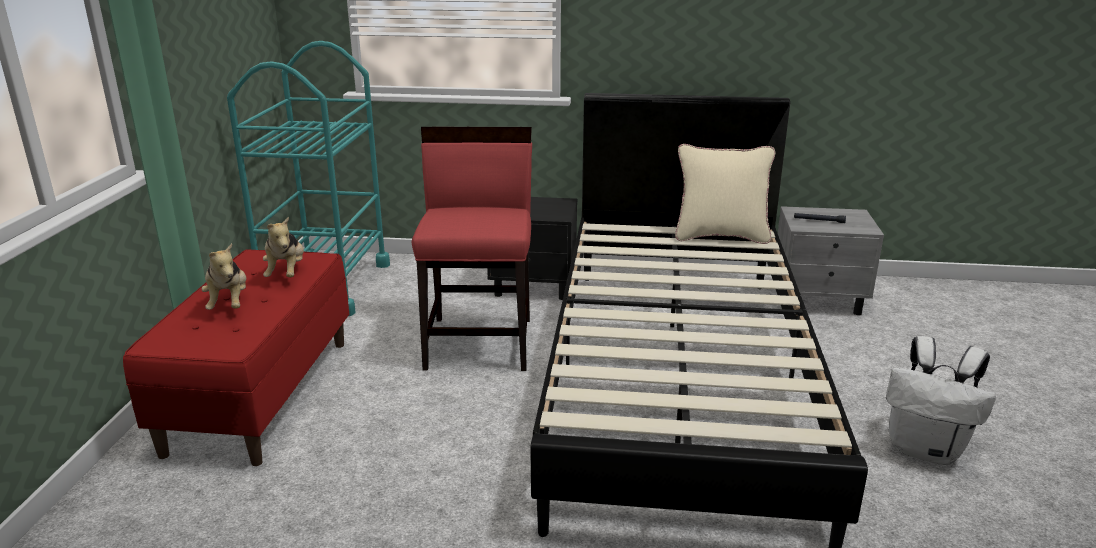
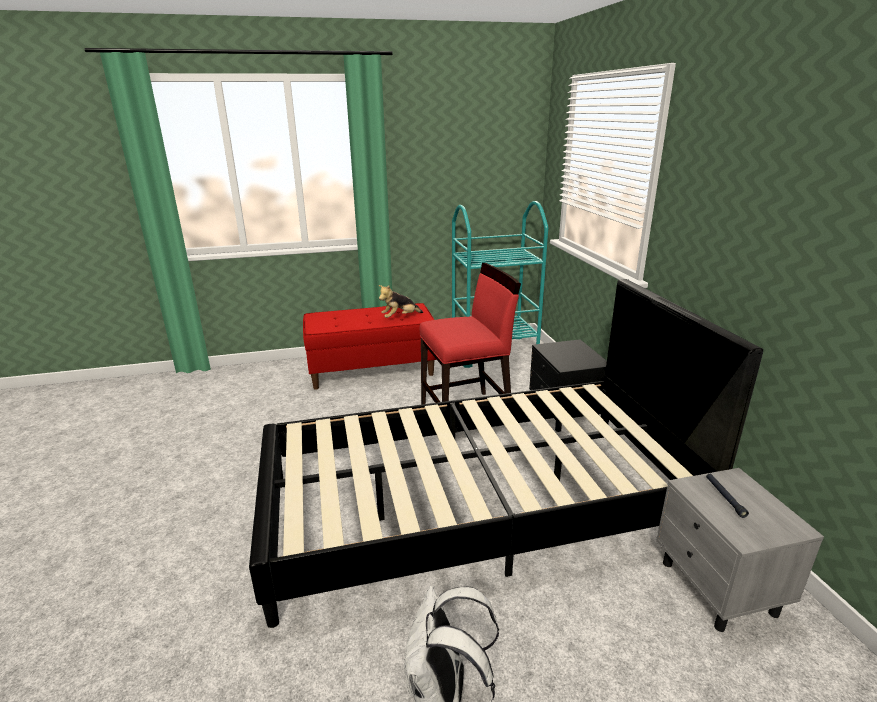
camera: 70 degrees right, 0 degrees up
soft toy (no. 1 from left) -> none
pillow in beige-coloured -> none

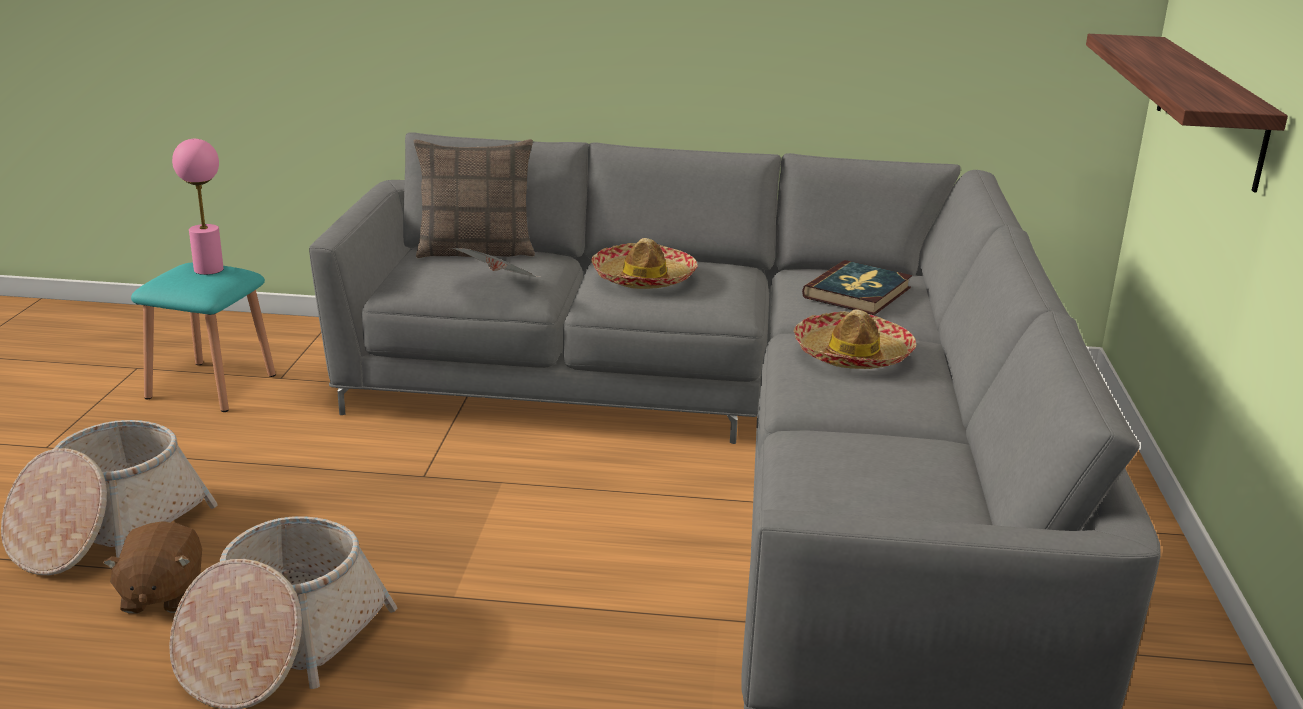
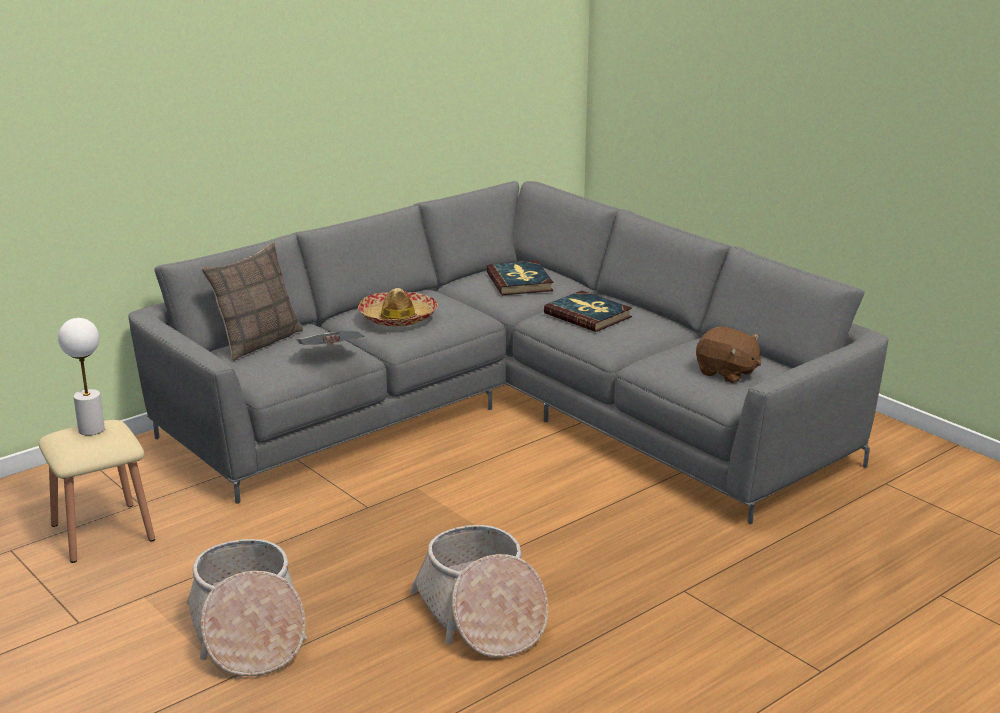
camera: 45 degrees left, 0 degrees up
soft toy in brown, shifted
stool seat in turquoise-coloured -> stool seat in beige-coloured
lamp for a table in pinkish -> lamp for a table in white
hat (no. 2 from left) -> book (no. 2 from left)
wall shelf -> none

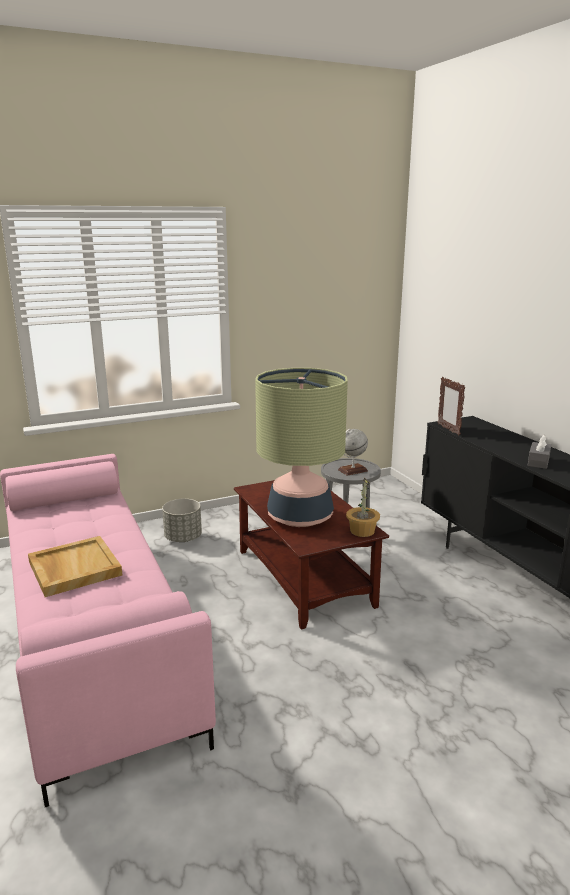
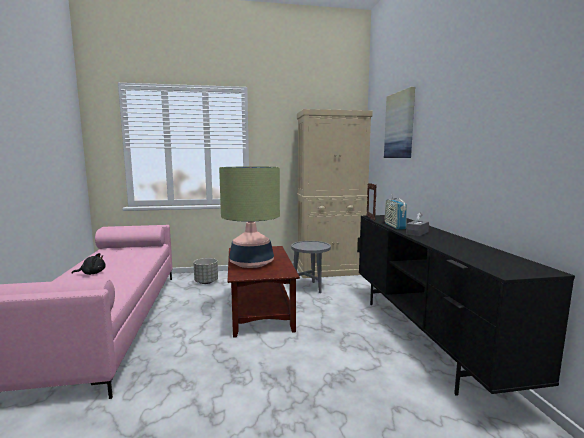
camera: 15 degrees right, 10 degrees down
tray in beige-coloured -> soft toy in black
desk globe -> none
houseplant -> none
none -> cupboard in beige-coloured
none -> wall art
none -> radio receiver

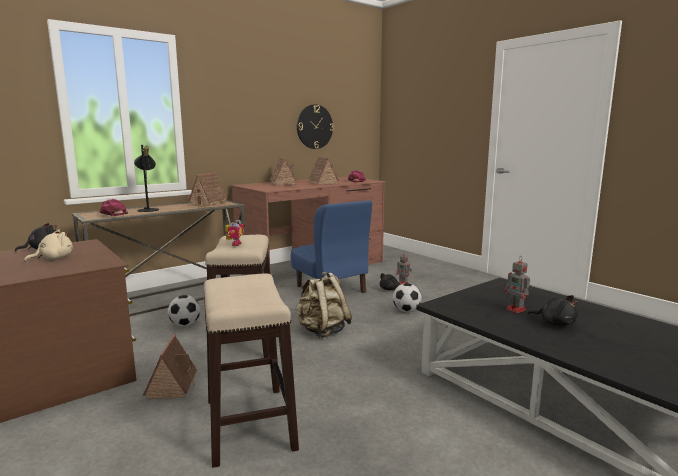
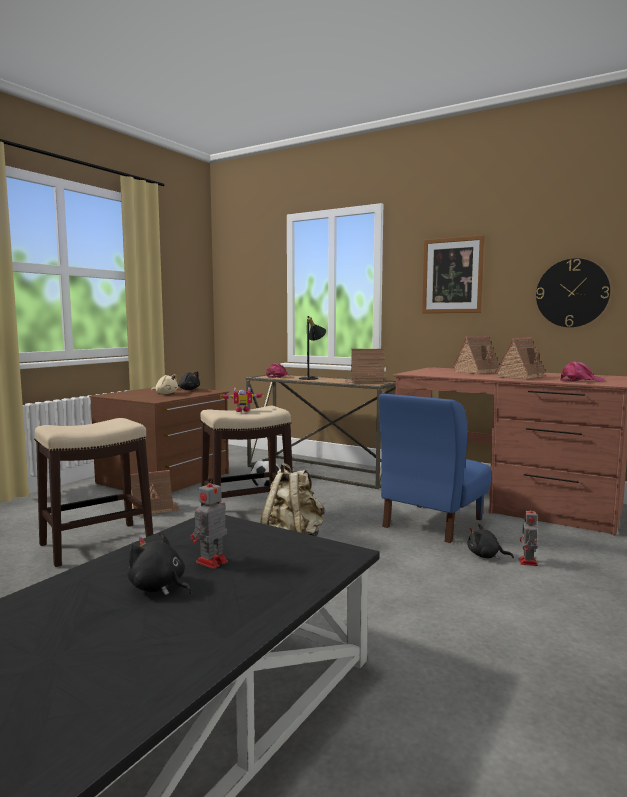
camera: 70 degrees right, 5 degrees down
football (no. 2 from left) -> none
soft toy in black (no. 3 from left in the first image) -> soft toy in black (no. 1 from left), 105 degrees clockwise
none -> wall art

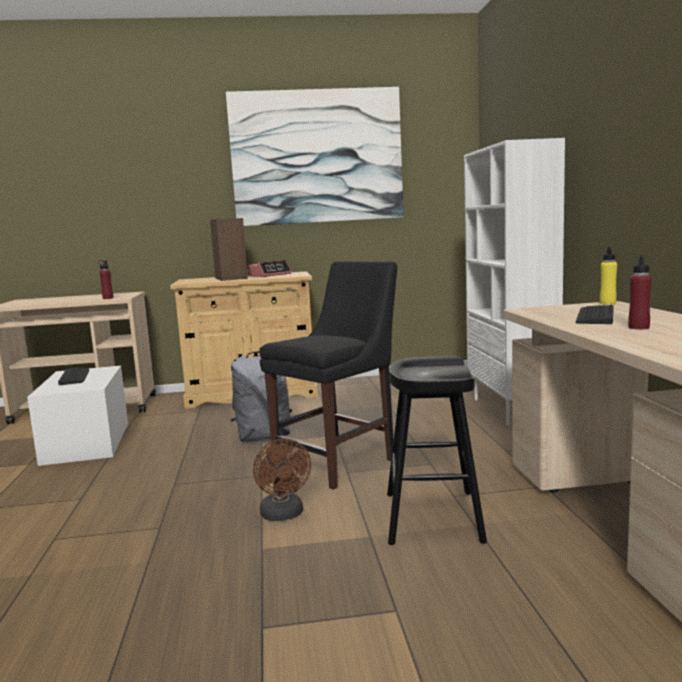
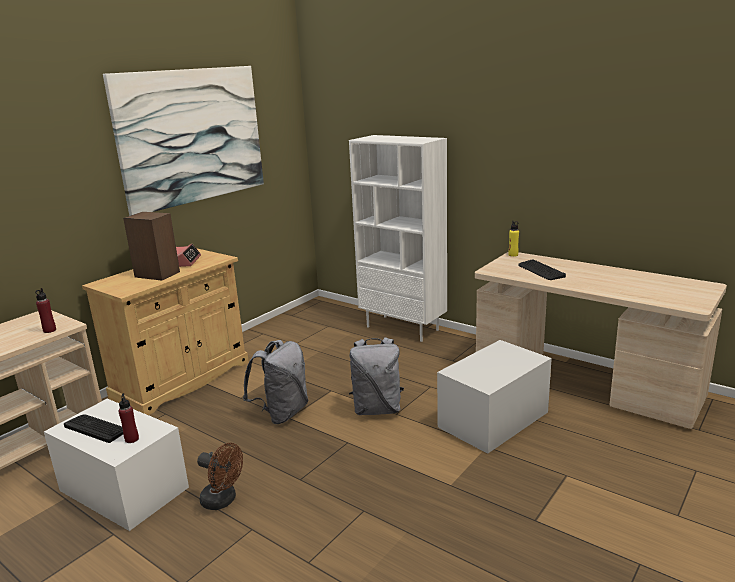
camera: 45 degrees left, 10 degrees up
electric fan in brown, shifted
plain chair in black -> backpack in greyish (no. 2 from left)
stool seat in black -> storage box in white (no. 2 from left)
bottle in red-coloured (no. 2 from left), shifted

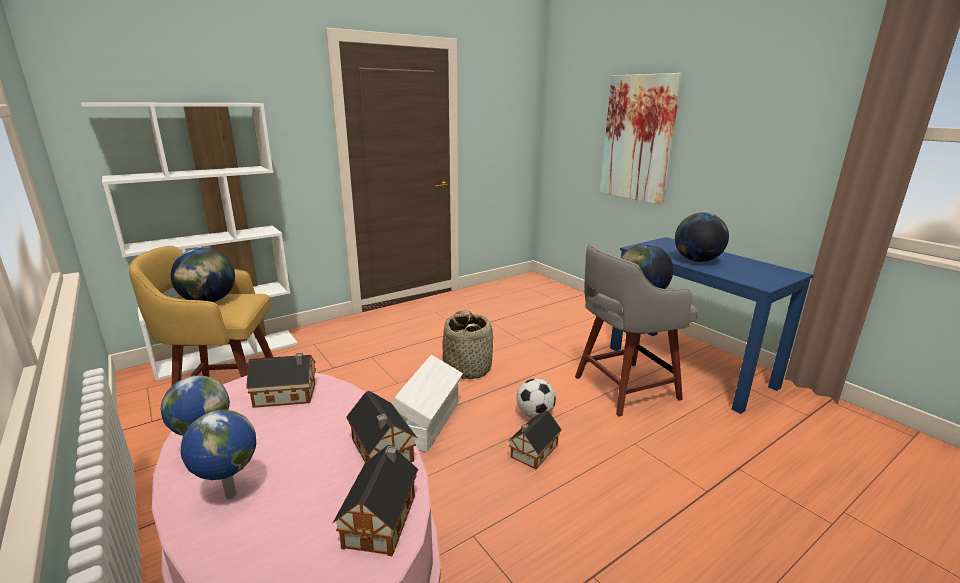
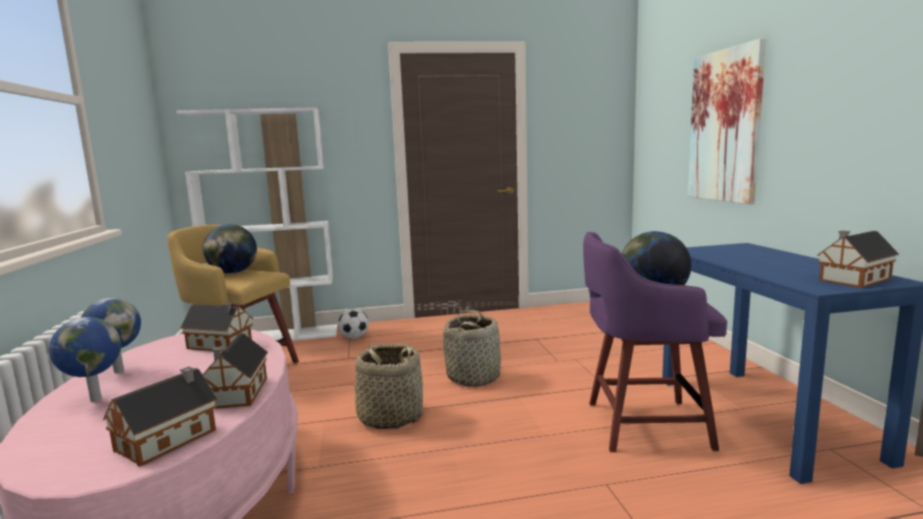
camera: 25 degrees right, 10 degrees down
storage box in white -> household basket (no. 1 from left)
miniature house (no. 4 from left), shifted
football, shifted
stool seat in greyish -> stool seat in purplish
desk globe (no. 5 from left) -> none

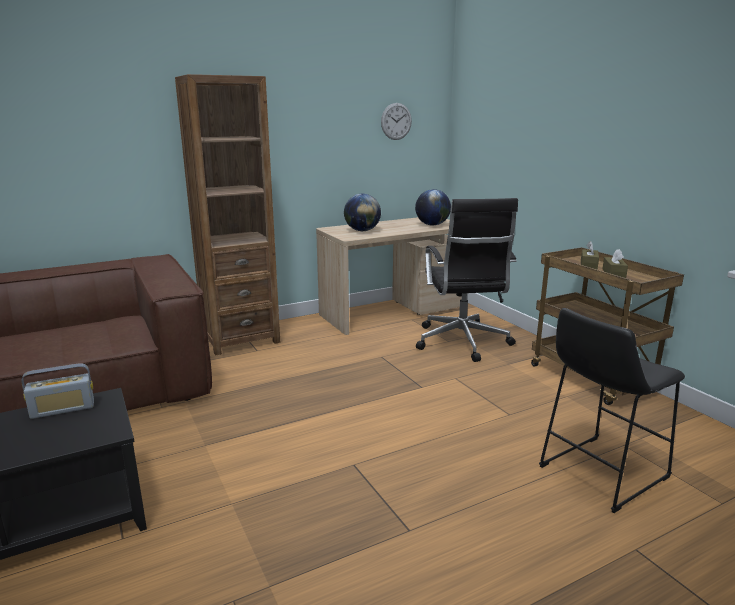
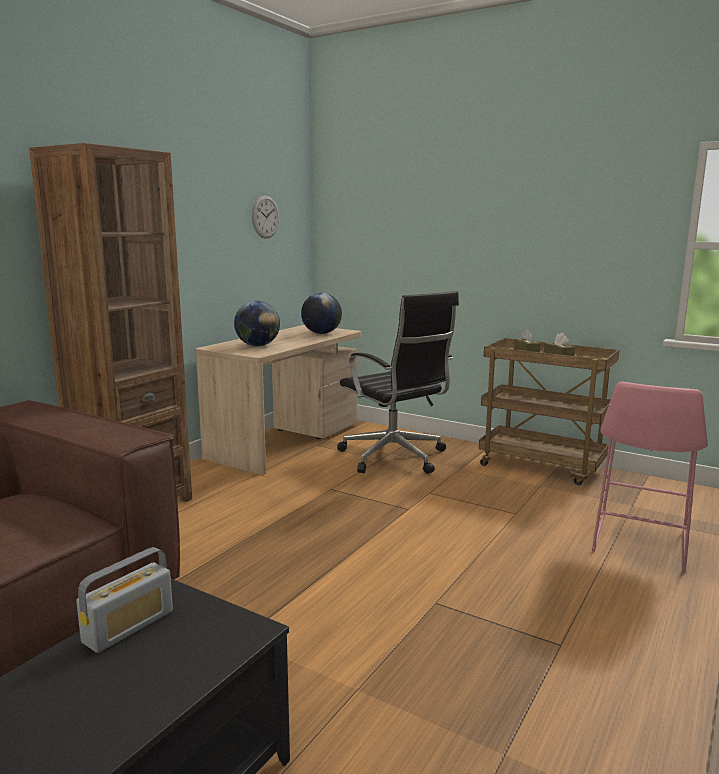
camera: 30 degrees left, 5 degrees down
stool seat in black -> stool seat in pinkish

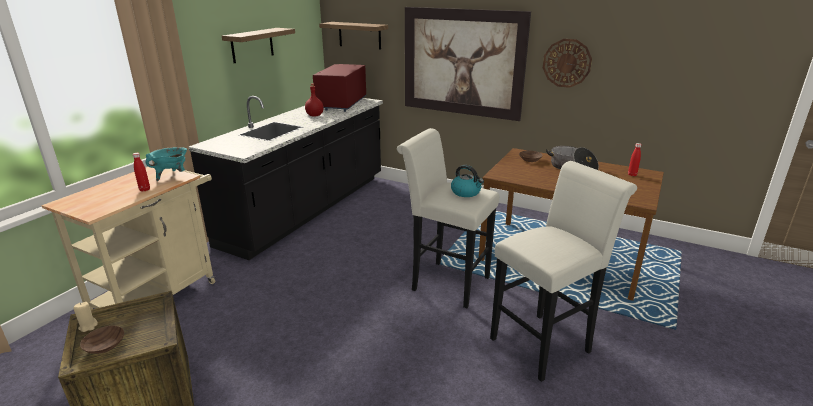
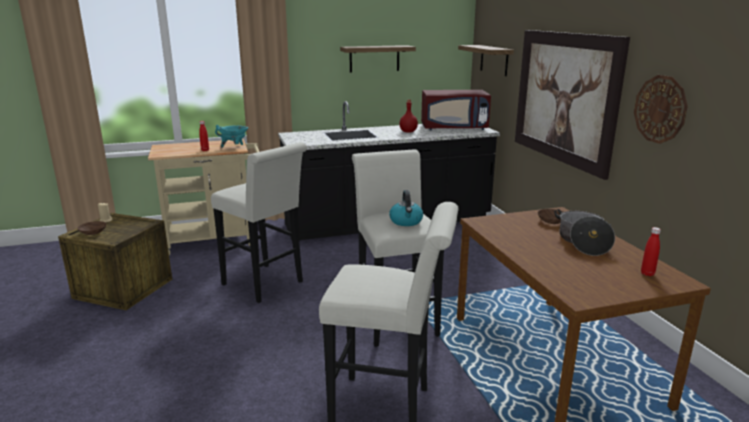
camera: 45 degrees right, 5 degrees down
microwave oven in red-coloured, 150 degrees counterclockwise
none -> stool seat in white (no. 1 from left)

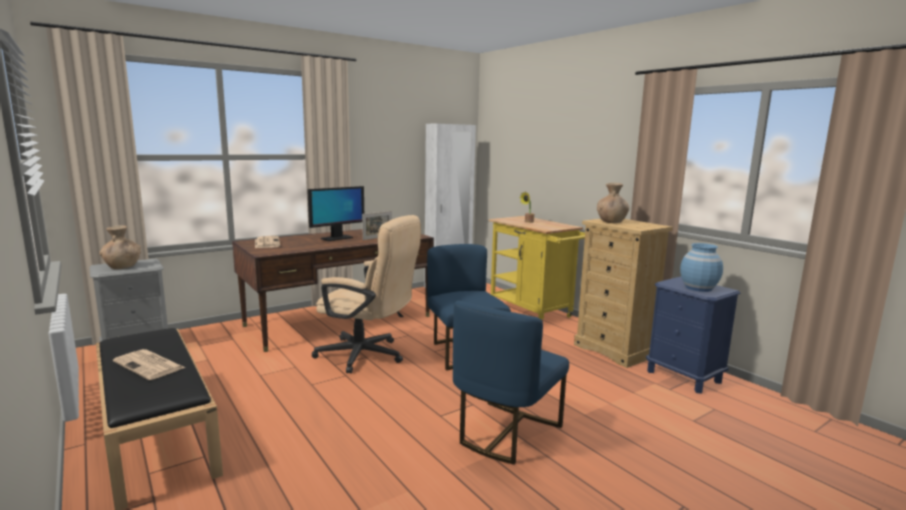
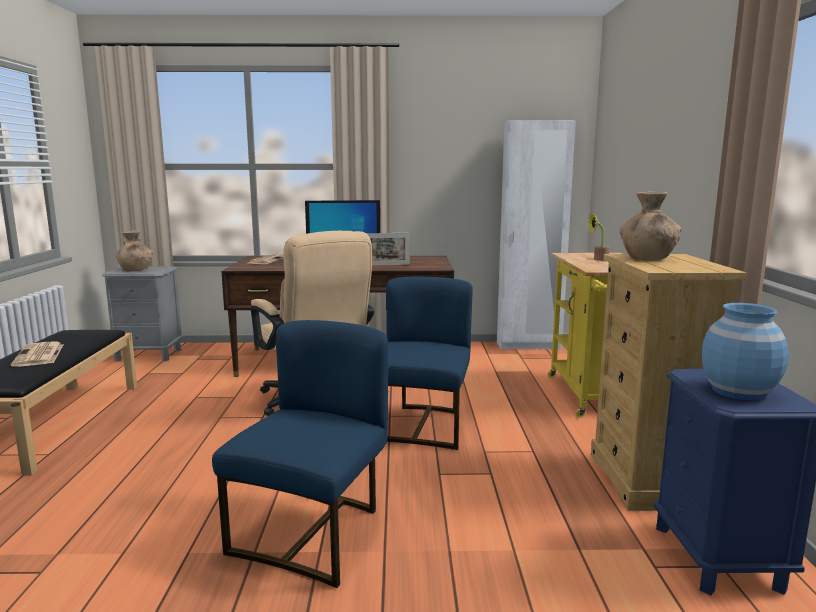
camera: 35 degrees right, 0 degrees up
plain chair in blue (no. 2 from left in the first image) -> plain chair in blue (no. 1 from left), 135 degrees clockwise

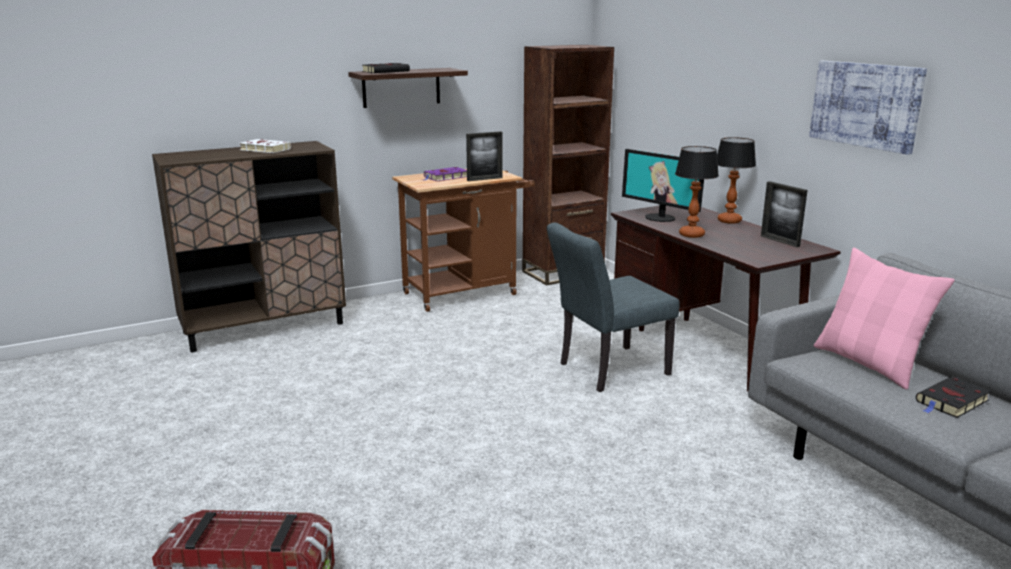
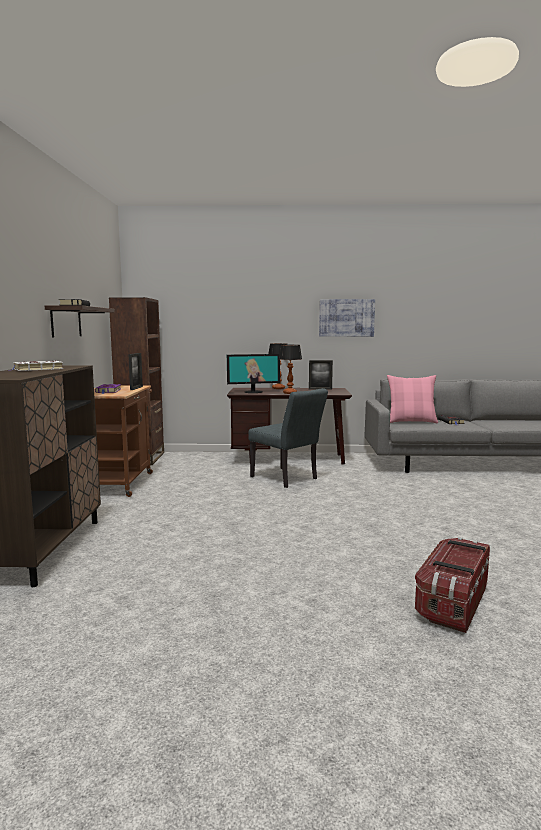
camera: 60 degrees left, 10 degrees down
plain chair in greyish, 45 degrees counterclockwise

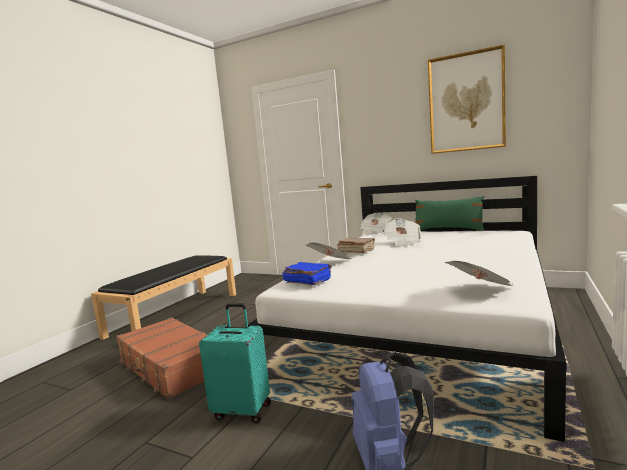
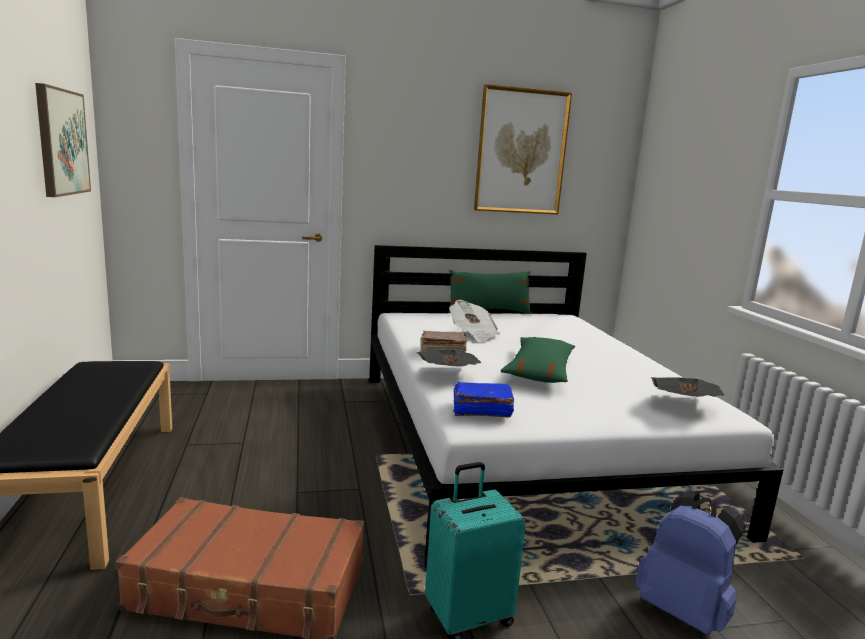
camera: 40 degrees left, 5 degrees up
printed paper (no. 2 from left) -> none
none -> wall art (no. 1 from left)
none -> pillow in green-coloured (no. 2 from left)

